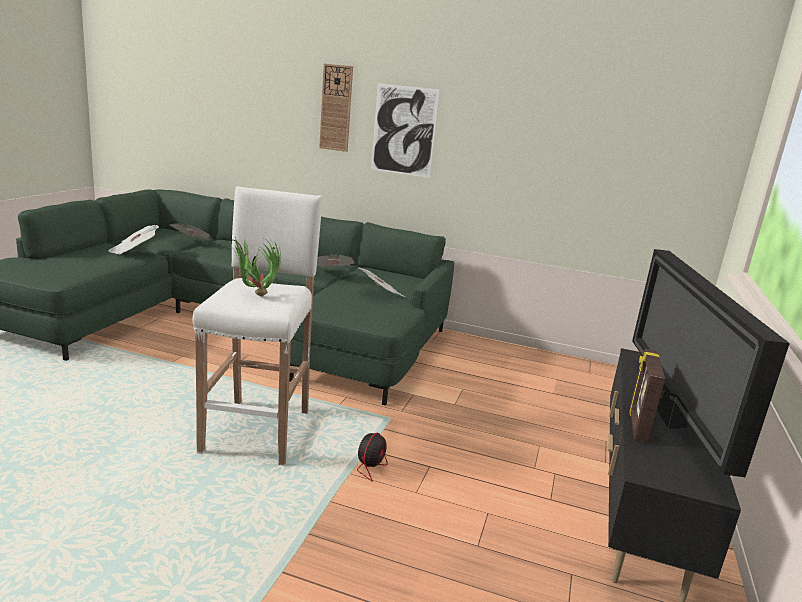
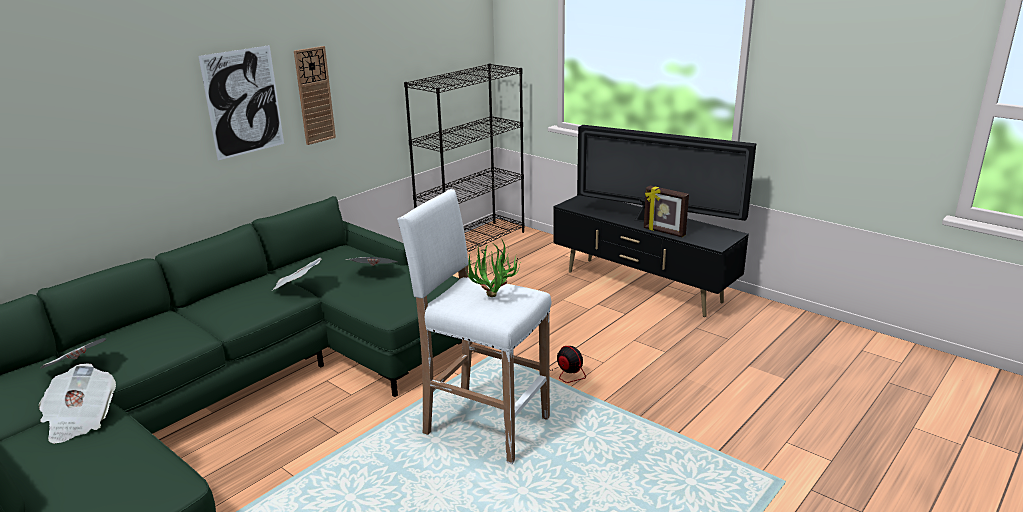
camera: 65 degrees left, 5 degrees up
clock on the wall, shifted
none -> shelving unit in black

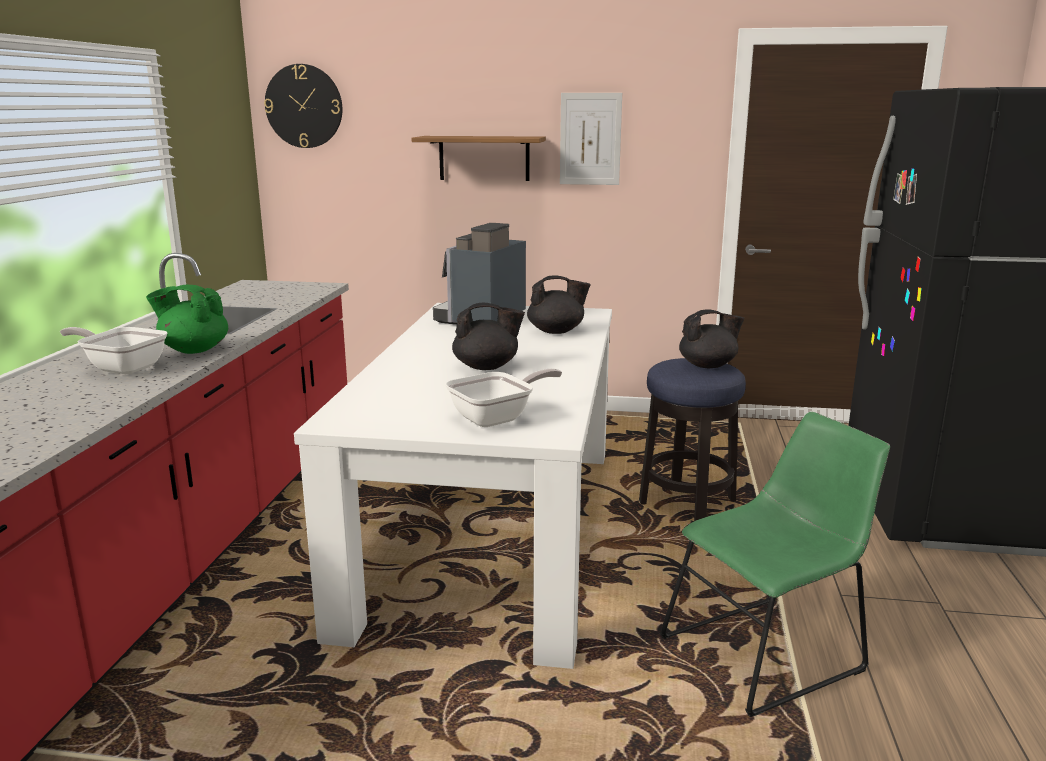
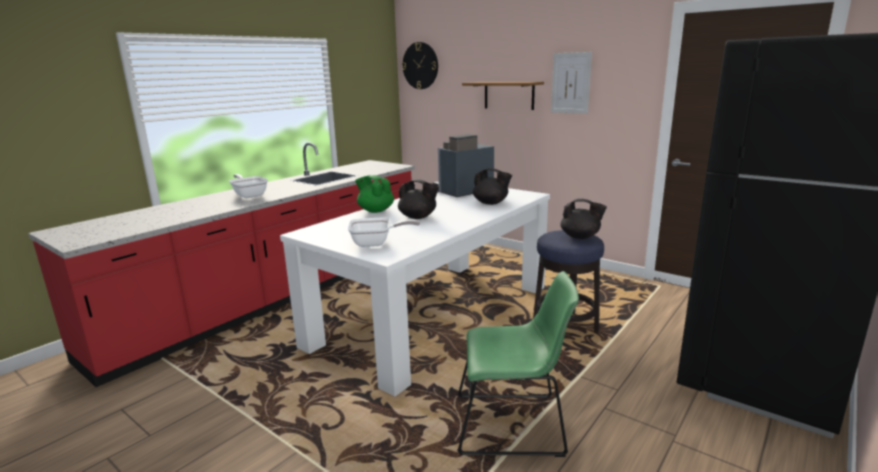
camera: 30 degrees right, 0 degrees up
pot for tea in green-coloured, shifted

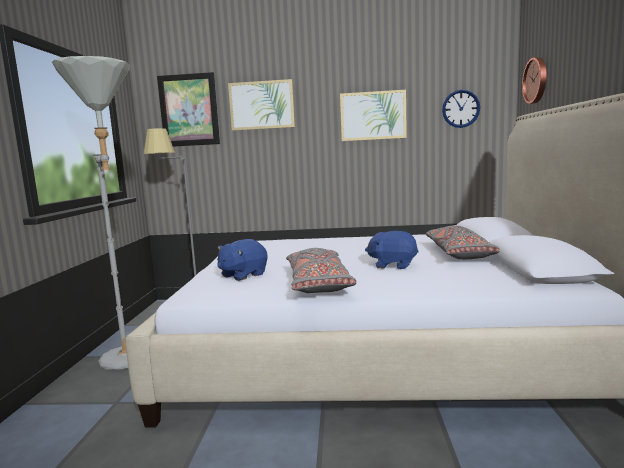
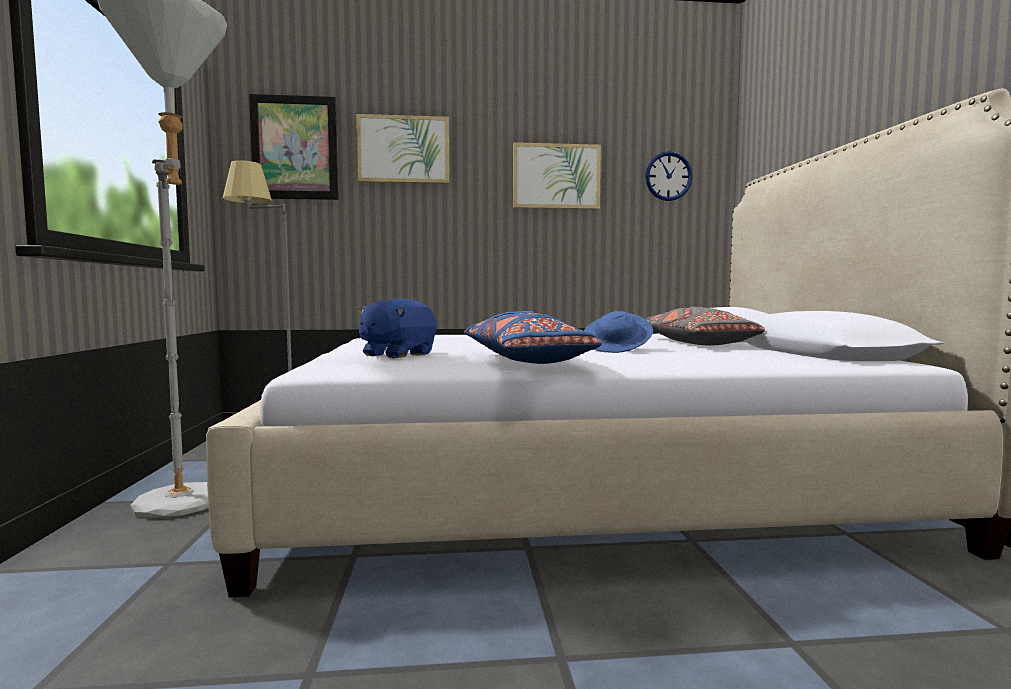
camera: 10 degrees left, 5 degrees down
pillow in greyish (no. 1 from left) -> pillow in blue
soft toy in blue (no. 2 from left) -> hat in blue
clock on the wall (no. 2 from left) -> none

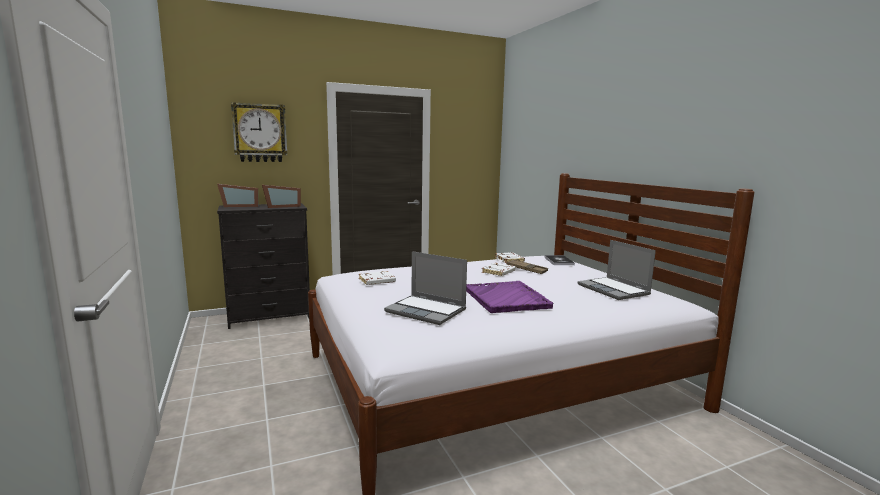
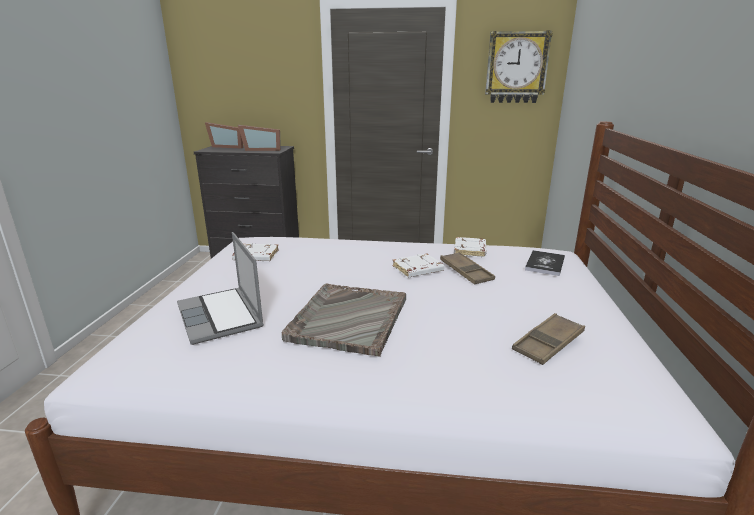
camera: 30 degrees right, 10 degrees up
clock on the wall, shifted
tray in purplish -> tray in greyish
laptop (no. 2 from left) -> tray in brown (no. 2 from left)

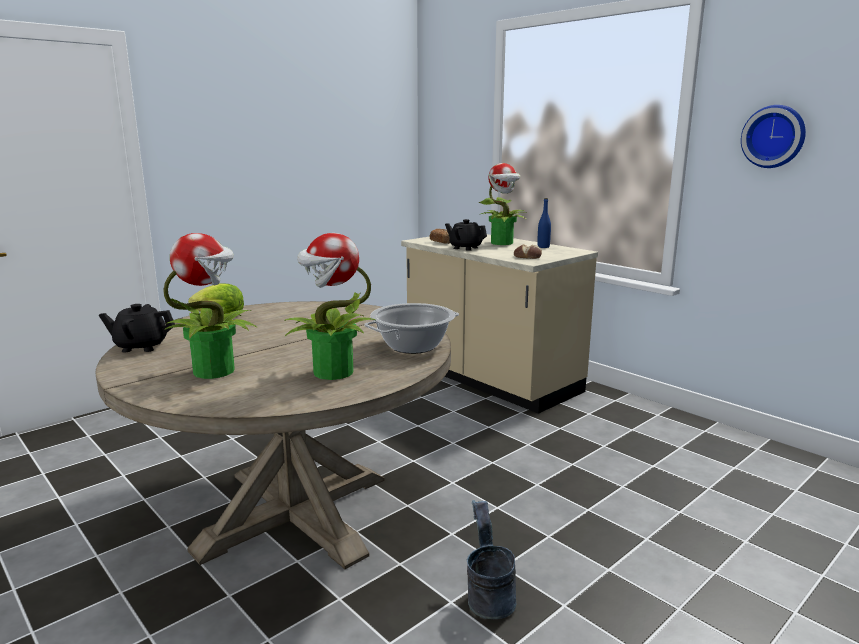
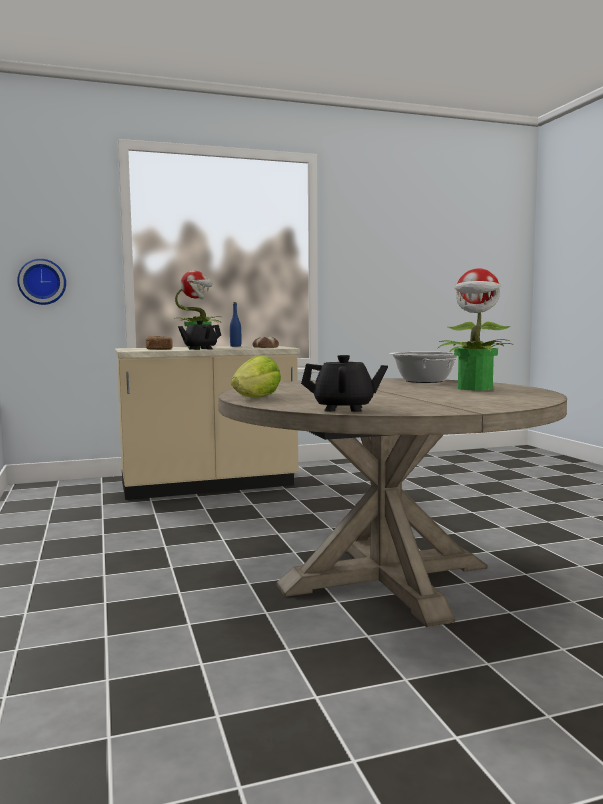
camera: 65 degrees left, 10 degrees down
pot for tea in black (no. 1 from left in the first image) -> pot for tea in black (no. 2 from left), 105 degrees counterclockwise
houseplant (no. 1 from left) -> none
water bucket in greyish -> none
clock on the wall, shifted

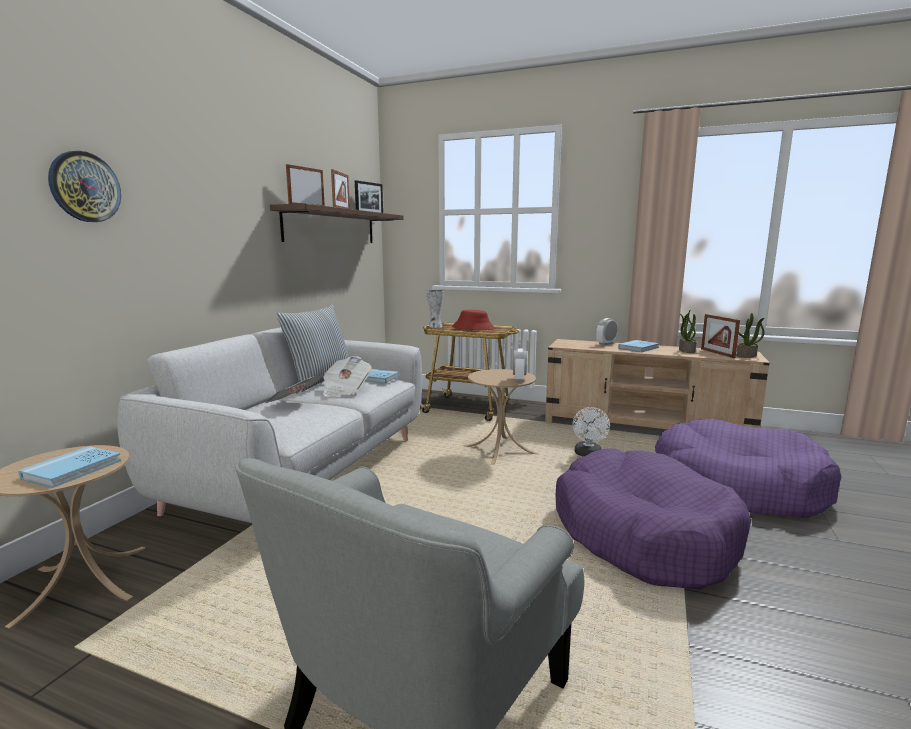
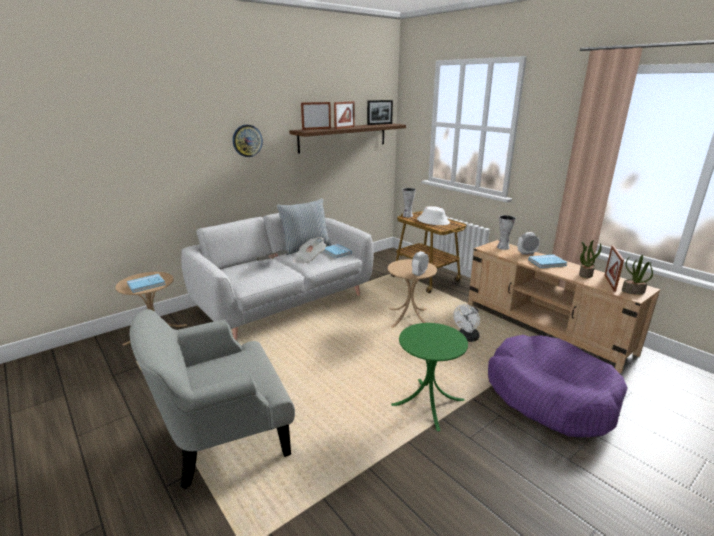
camera: 30 degrees right, 10 degrees up
clock on the wall, shifted
hat in red-coloured -> hat in white
pet bed in purplish (no. 1 from left) -> end table in green-coloured
none -> vase (no. 2 from left)

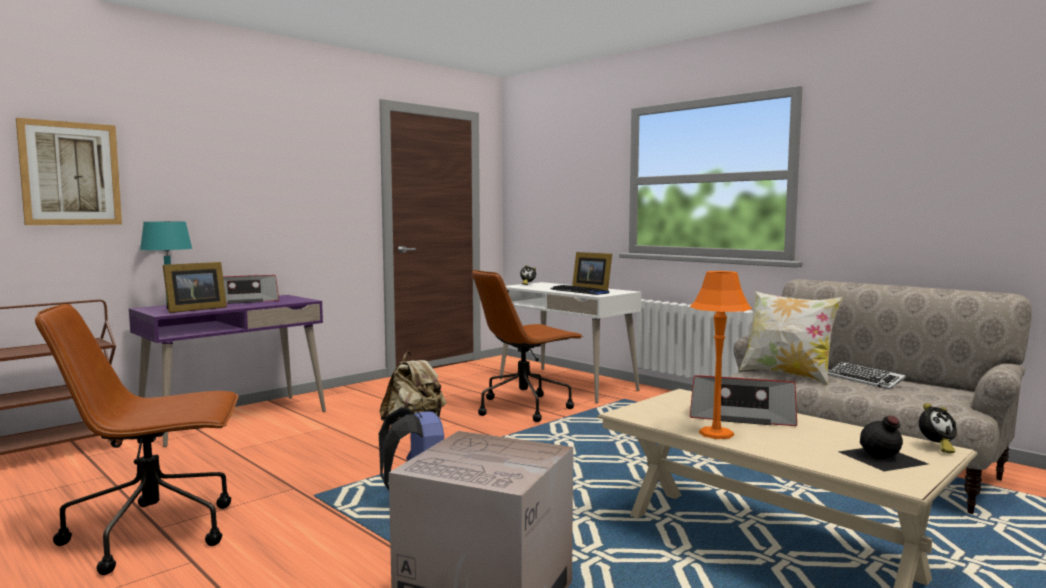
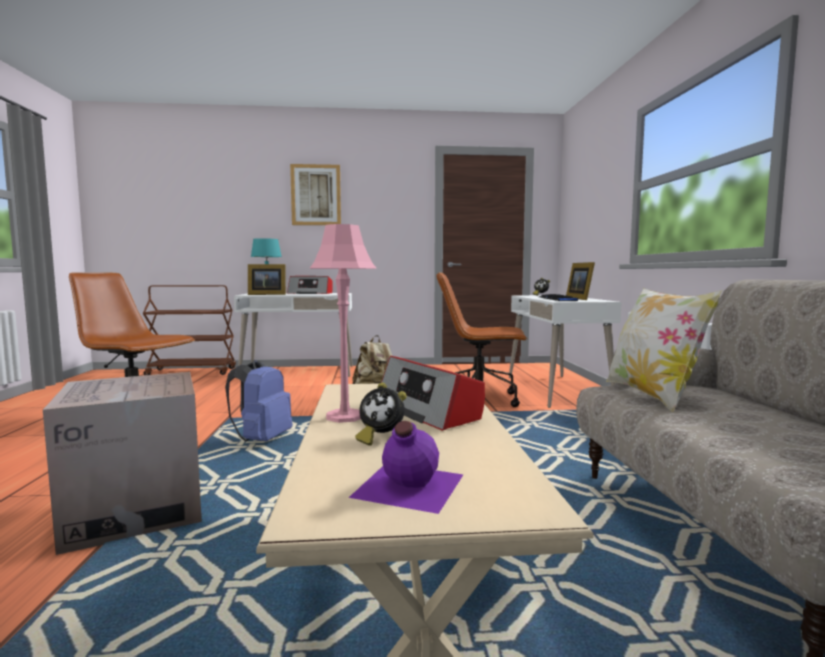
camera: 40 degrees right, 0 degrees up
wall art, shifted
desk in purplish -> desk in white (no. 1 from left)
lamp for a table in orangey -> lamp for a table in pinkish
computer keyboard (no. 2 from left) -> none
bottle in black -> bottle in purplish
alarm clock (no. 2 from left in the first image) -> alarm clock (no. 1 from left), shifted

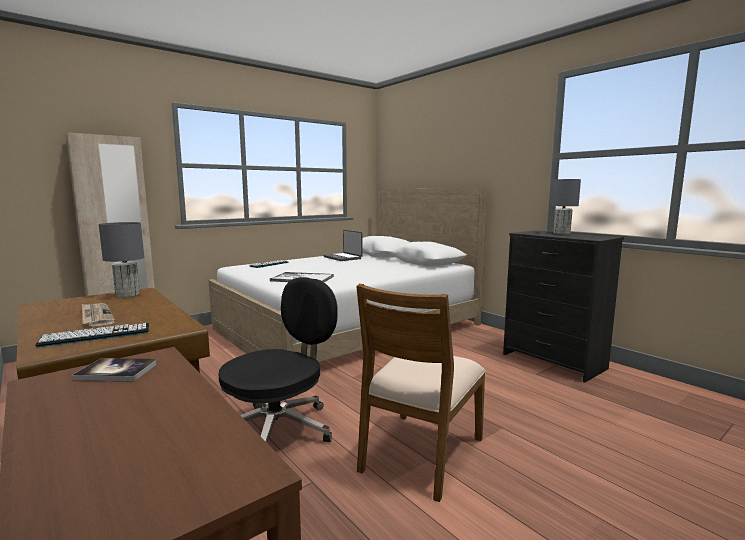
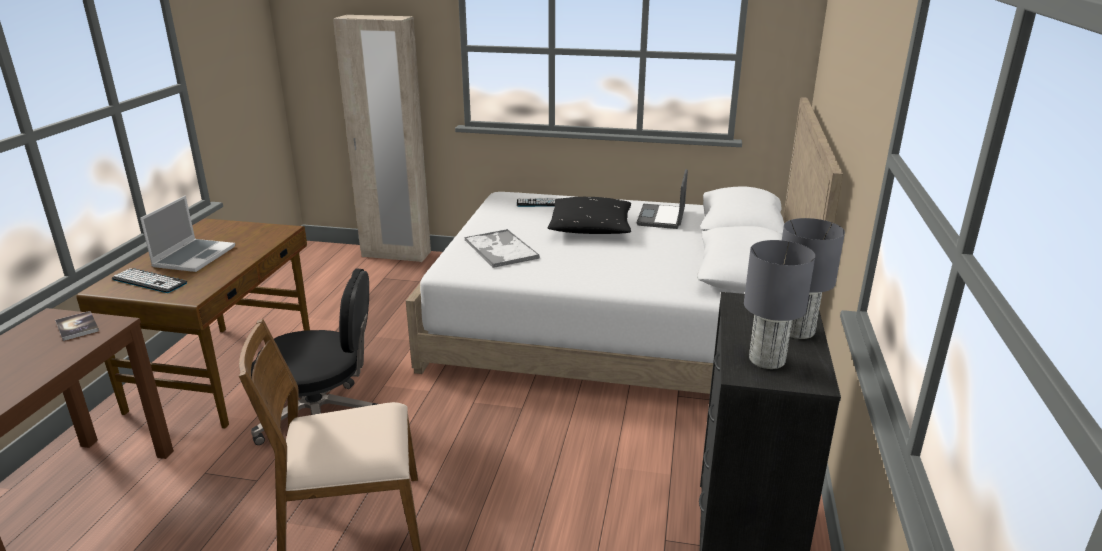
camera: 50 degrees right, 15 degrees up
printed paper -> laptop (no. 1 from left)
lamp for a table in greyish (no. 1 from left), shifted
none -> pillow in black

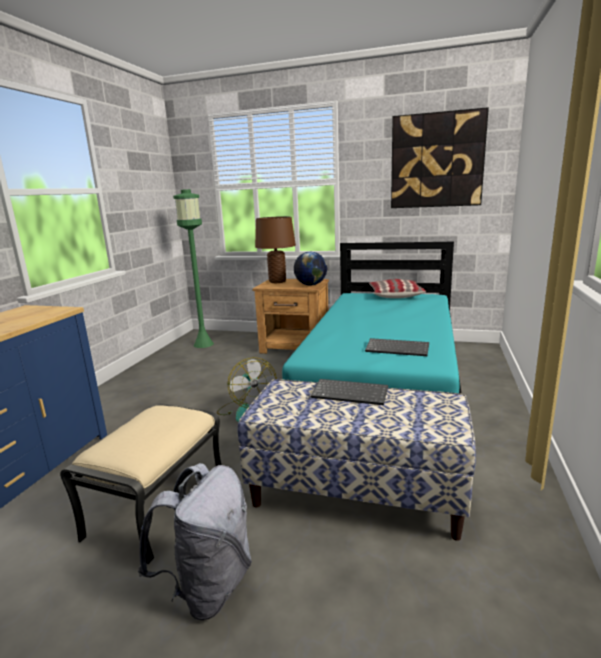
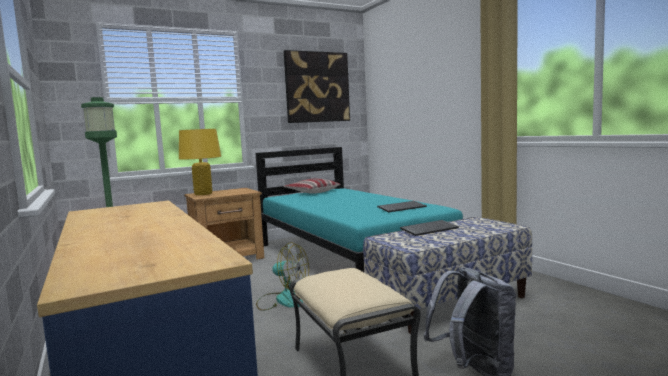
camera: 45 degrees left, 10 degrees down
lamp for a table in brown -> lamp for a table in yellowish
desk globe -> none

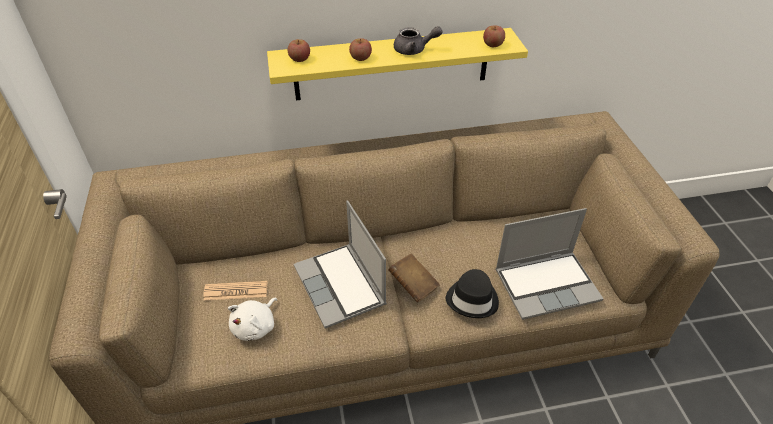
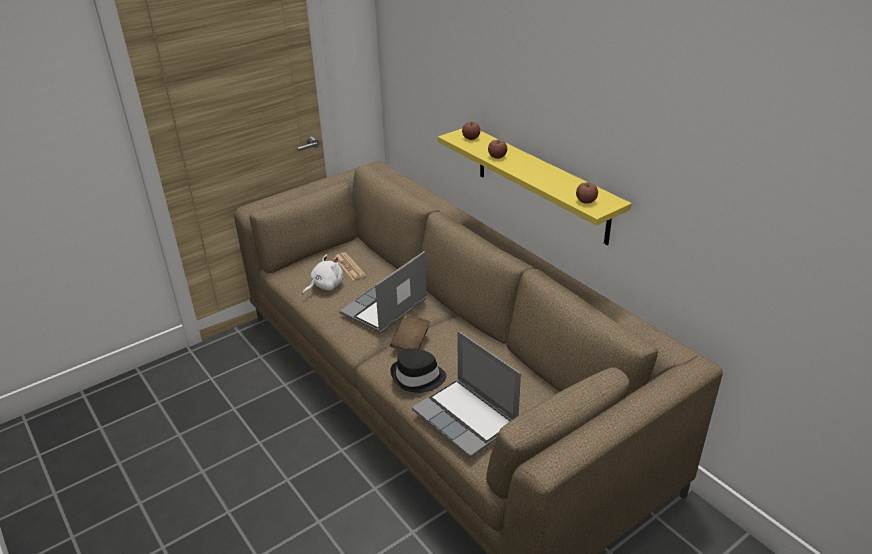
camera: 65 degrees right, 10 degrees down
soft toy in white, 135 degrees clockwise
pot for tea in greyish -> none

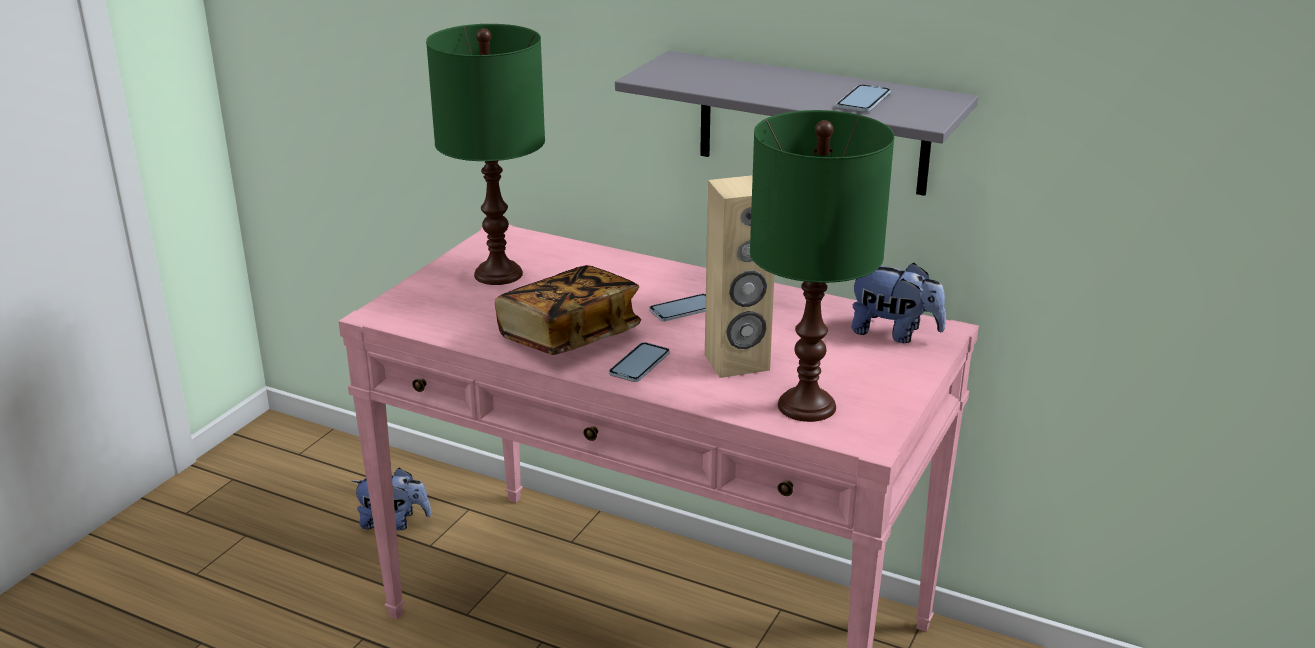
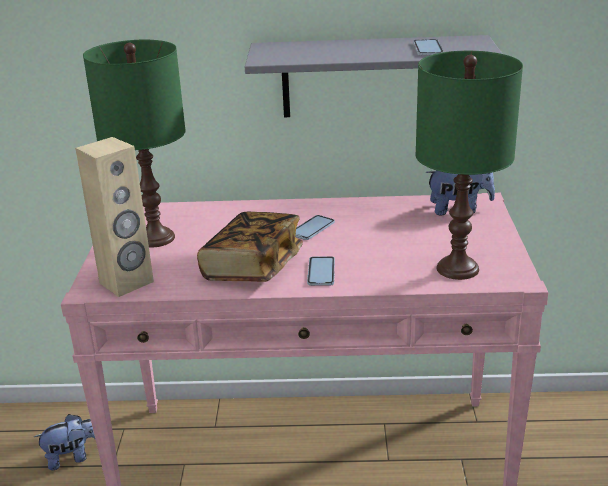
camera: 25 degrees left, 0 degrees up
audio speaker in beige-coloured, shifted

